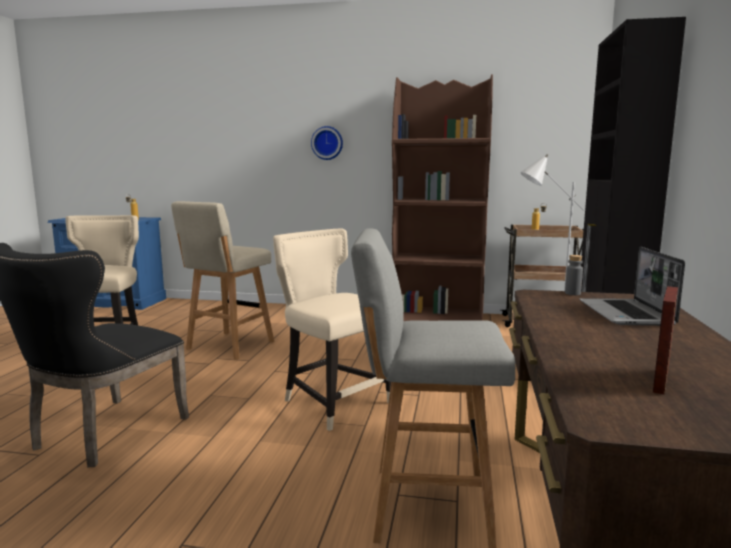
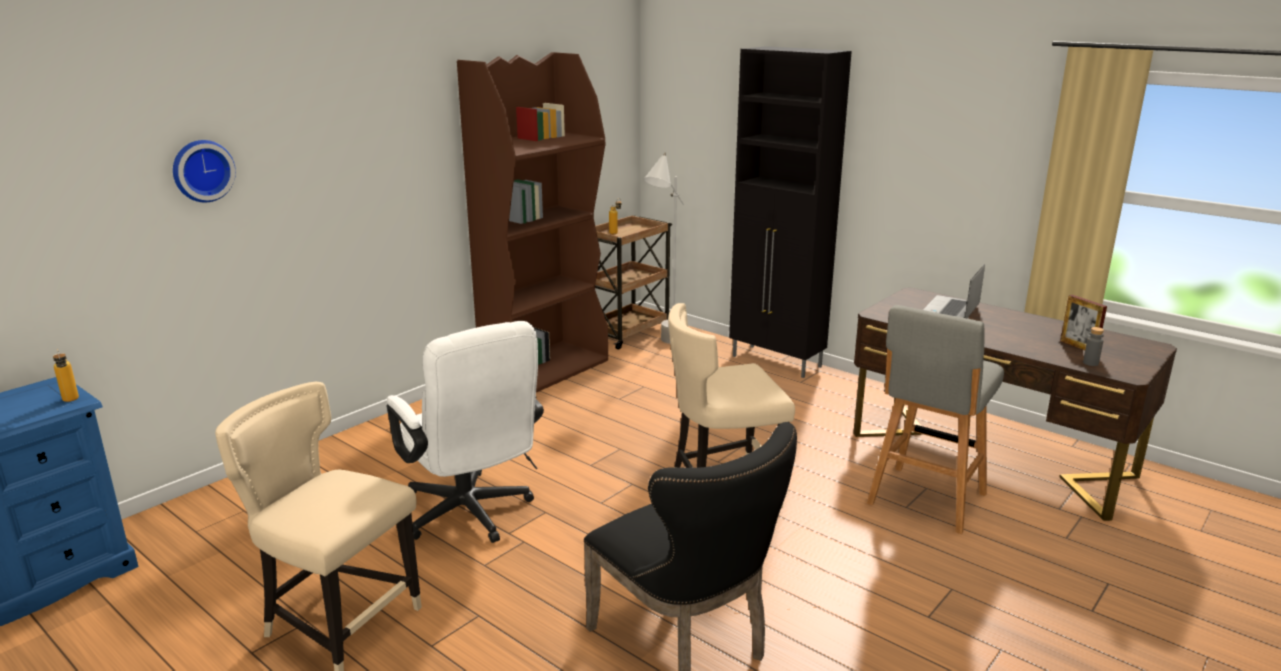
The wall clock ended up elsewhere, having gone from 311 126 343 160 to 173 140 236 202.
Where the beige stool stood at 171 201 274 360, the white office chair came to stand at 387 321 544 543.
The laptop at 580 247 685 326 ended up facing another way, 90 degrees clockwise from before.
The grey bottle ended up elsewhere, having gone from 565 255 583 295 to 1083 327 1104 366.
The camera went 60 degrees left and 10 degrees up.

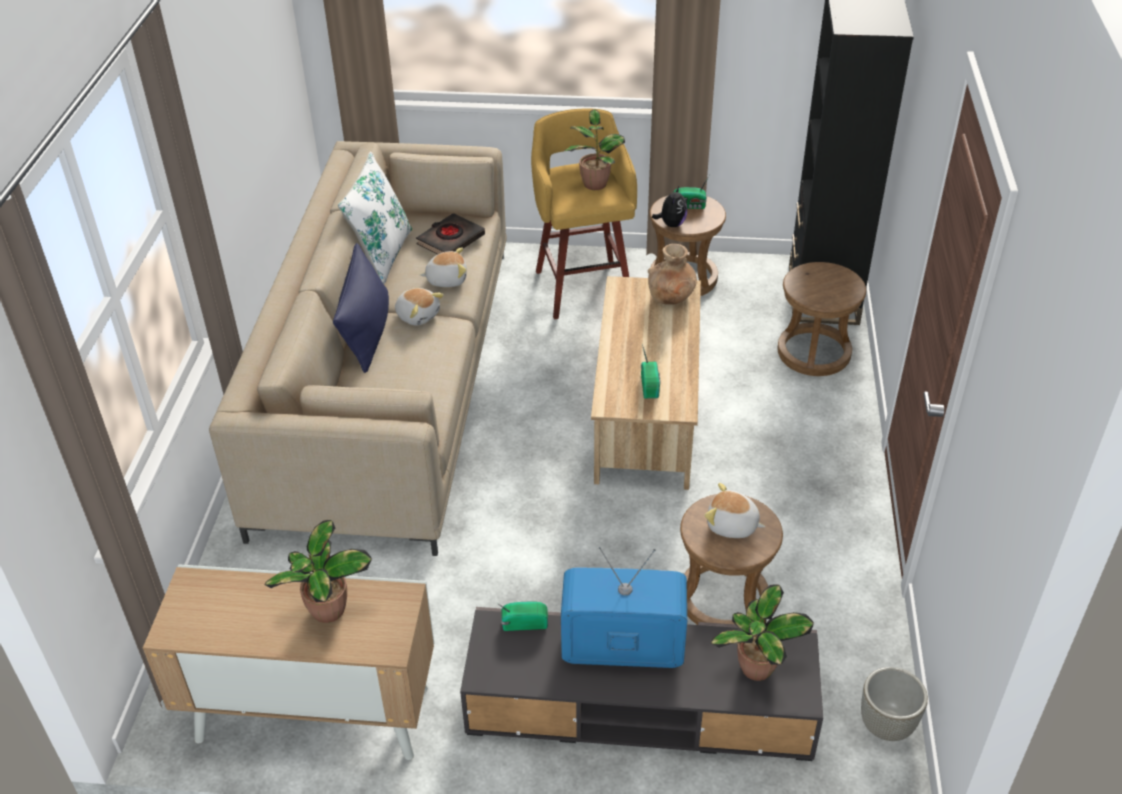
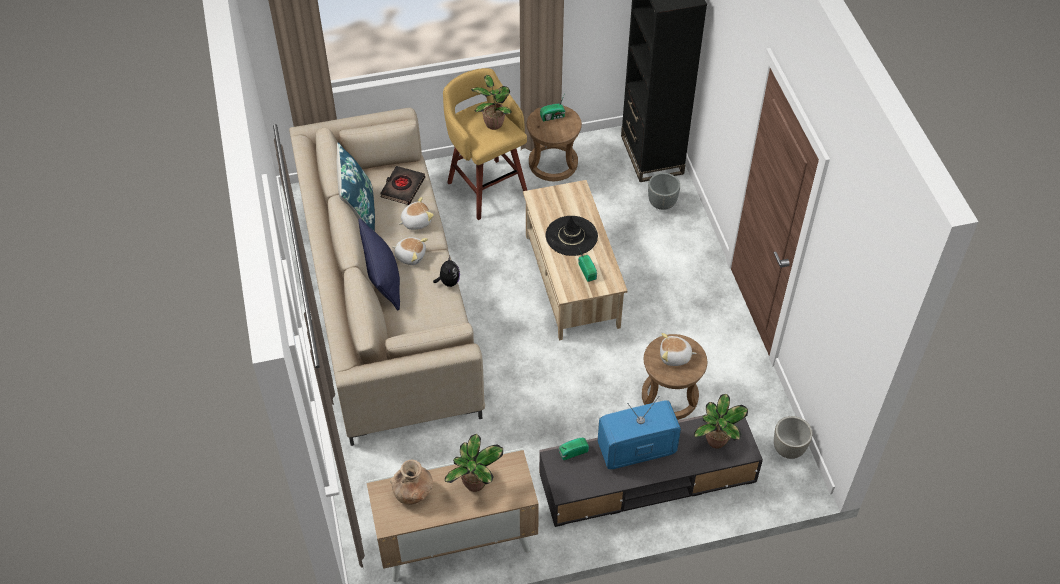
What was the white pillow at 338 151 412 284 turned into the blue pillow at 337 142 375 231.
The brown vase ended up elsewhere, having gone from 648 244 697 305 to 390 460 433 505.
The plush toy ended up elsewhere, having gone from 652 186 688 227 to 433 256 460 287.
The second view gained the black hat at 546 216 598 256.
Where the brown stool stood at 777 262 866 376, the grey planter came to stand at 648 173 680 210.
The camera went 20 degrees left and 10 degrees up.

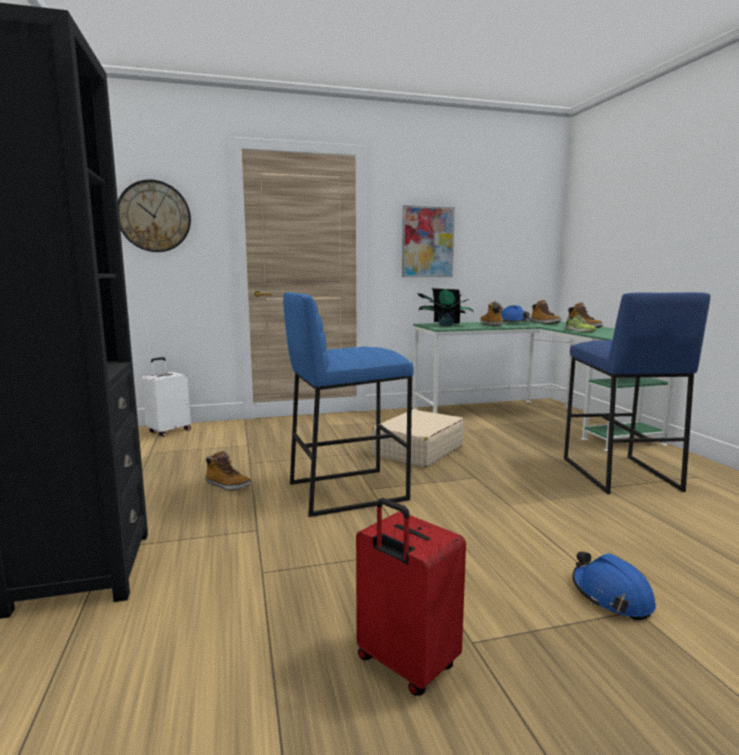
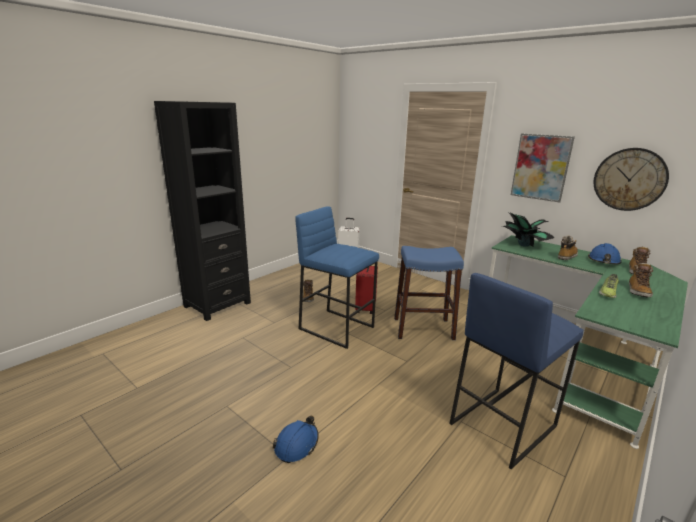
The red suitcase ended up elsewhere, having gone from 356 498 466 696 to 355 266 378 314.
Where the beige suitcase stood at 371 409 464 468, the blue stool came to stand at 394 246 464 340.
The wall clock ended up elsewhere, having gone from 118 180 191 252 to 594 148 669 211.
The camera went 55 degrees right and 10 degrees up.

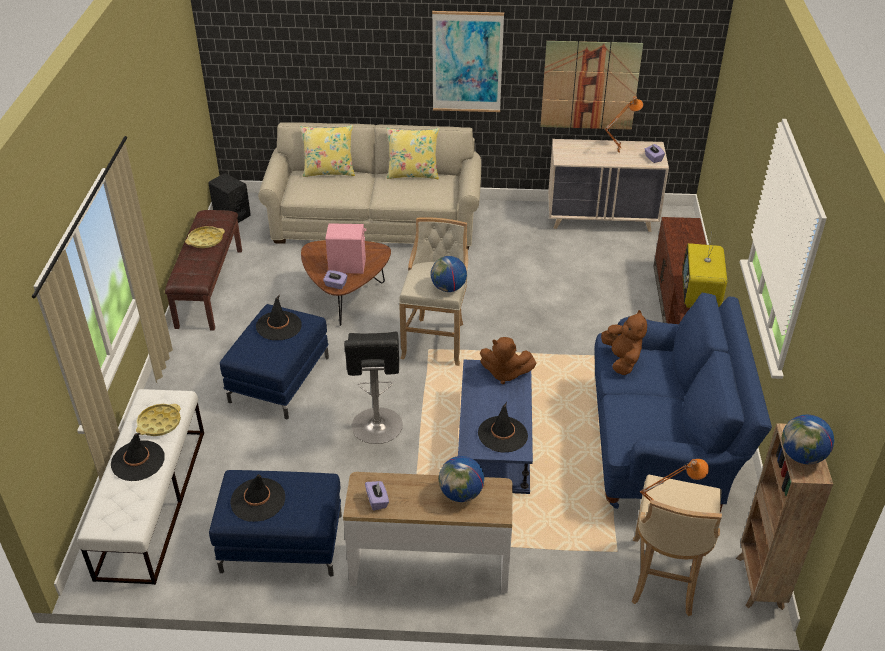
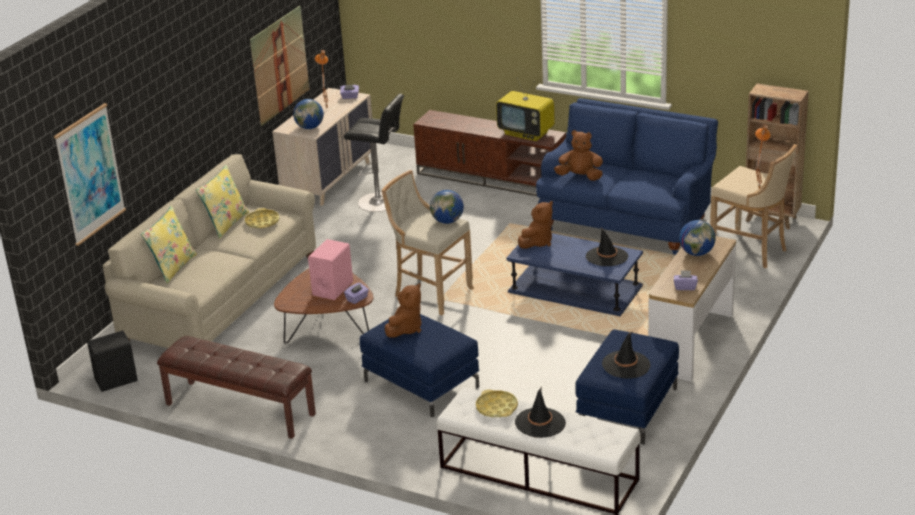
The picture ended up elsewhere, having gone from 432 11 504 112 to 54 103 126 246.
The yellow tray ended up elsewhere, having gone from 185 226 225 248 to 245 208 279 228.
The globe ended up elsewhere, having gone from 782 414 834 464 to 293 99 324 129.
The black stool ended up elsewhere, having gone from 344 331 403 444 to 344 94 404 212.
Where the black hat stood at 256 295 302 340, the brown plush toy came to stand at 385 283 421 338.
The camera went 65 degrees left and 10 degrees down.

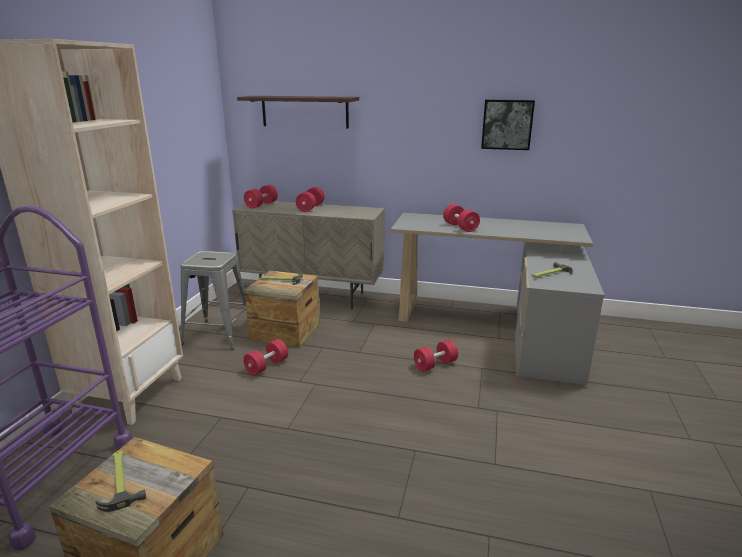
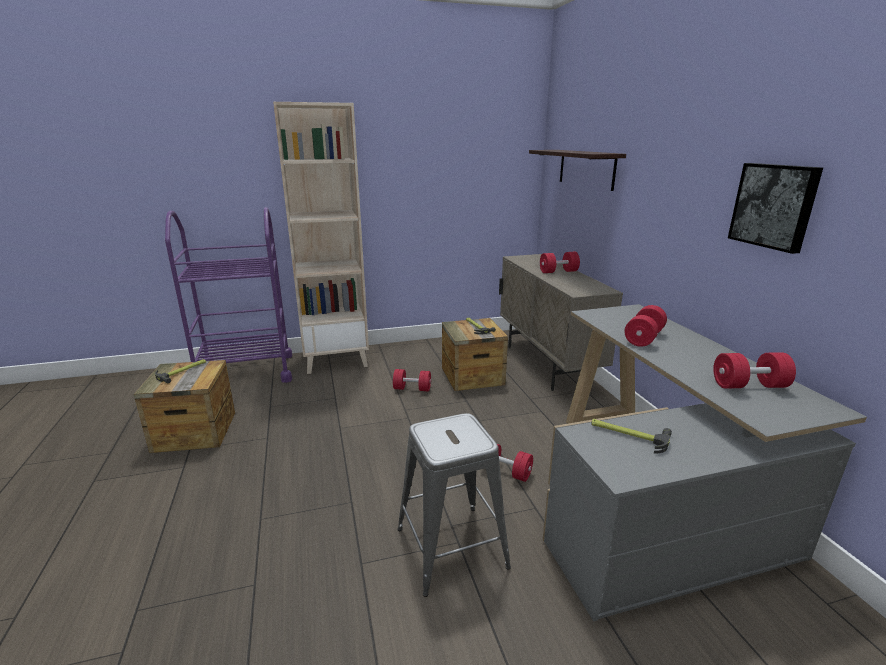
The grey stool ended up elsewhere, having gone from 180 251 246 350 to 398 413 511 597.
The red dumbbell ended up elsewhere, having gone from 244 185 278 208 to 713 352 796 388.
The camera went 60 degrees right and 0 degrees up.

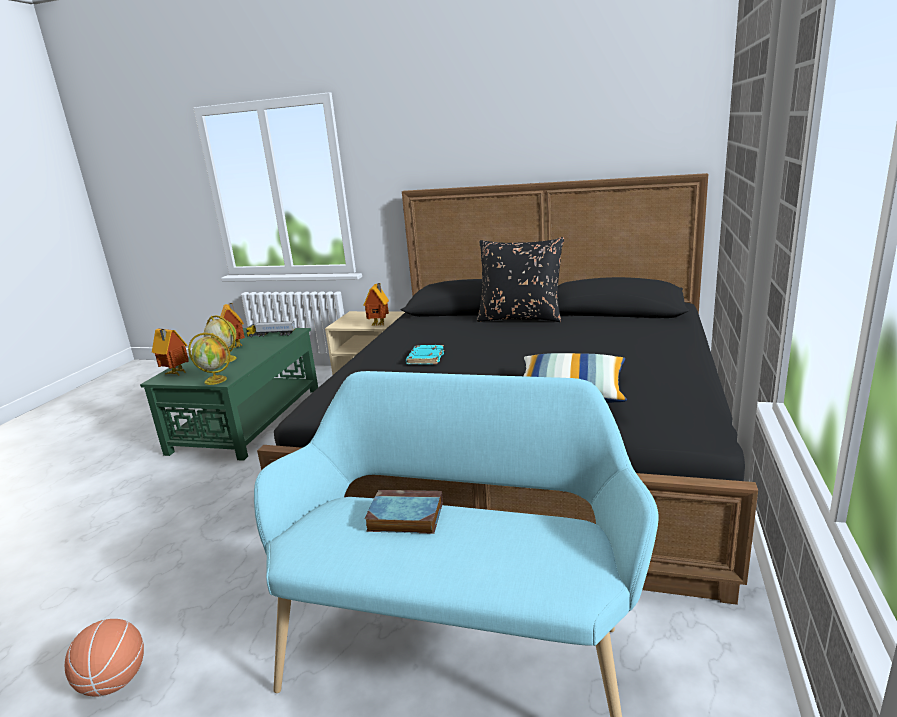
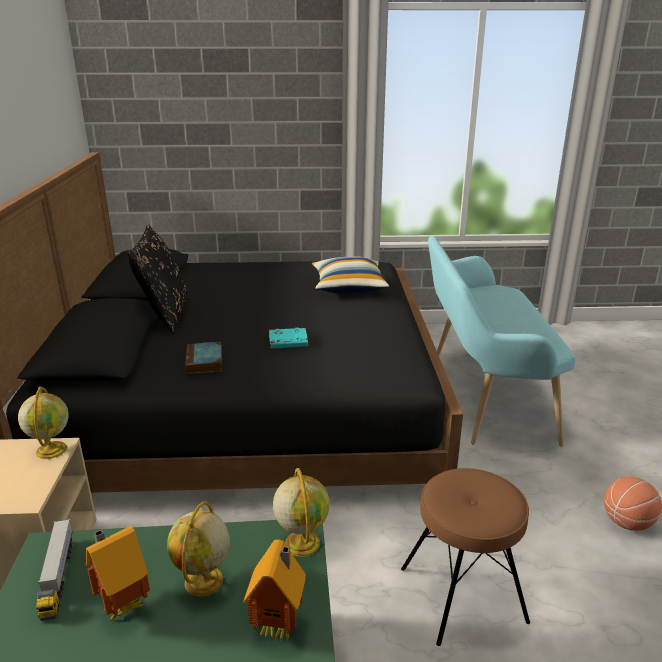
Where the toy house stood at 363 283 389 326, the globe came to stand at 18 387 69 459.
The book ended up elsewhere, having gone from 365 490 443 534 to 185 342 222 374.
The second view gained the brown stool at 401 468 530 646.
The camera went 110 degrees left and 5 degrees up.

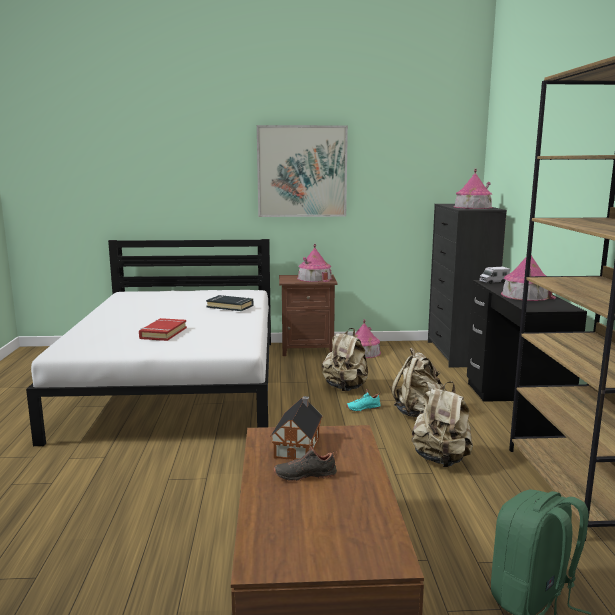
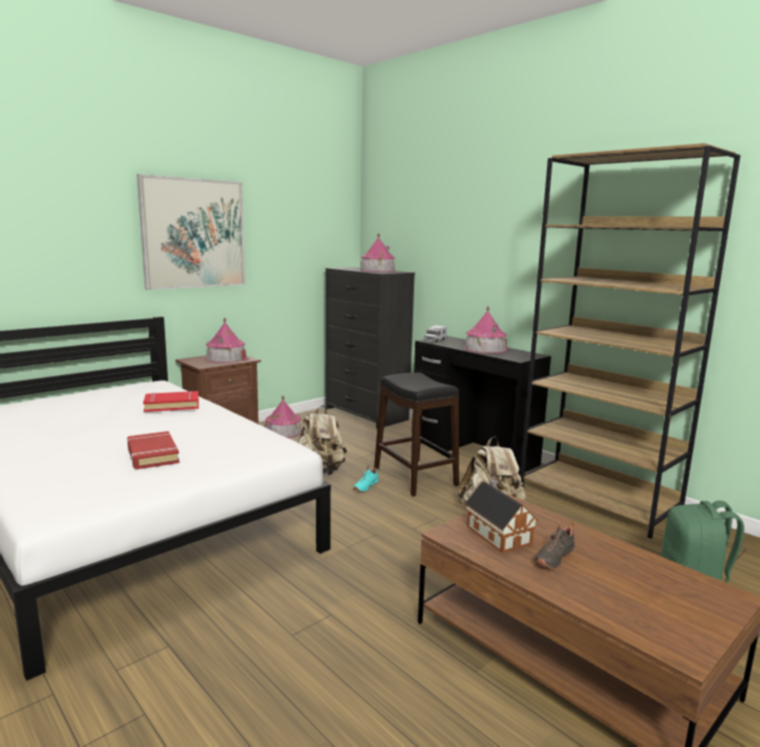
What was the black book at 206 295 253 311 turned into the red book at 143 391 199 412.
Where the beige backpack stood at 391 348 443 417, the black stool came to stand at 374 372 459 496.
The camera went 40 degrees left and 0 degrees up.

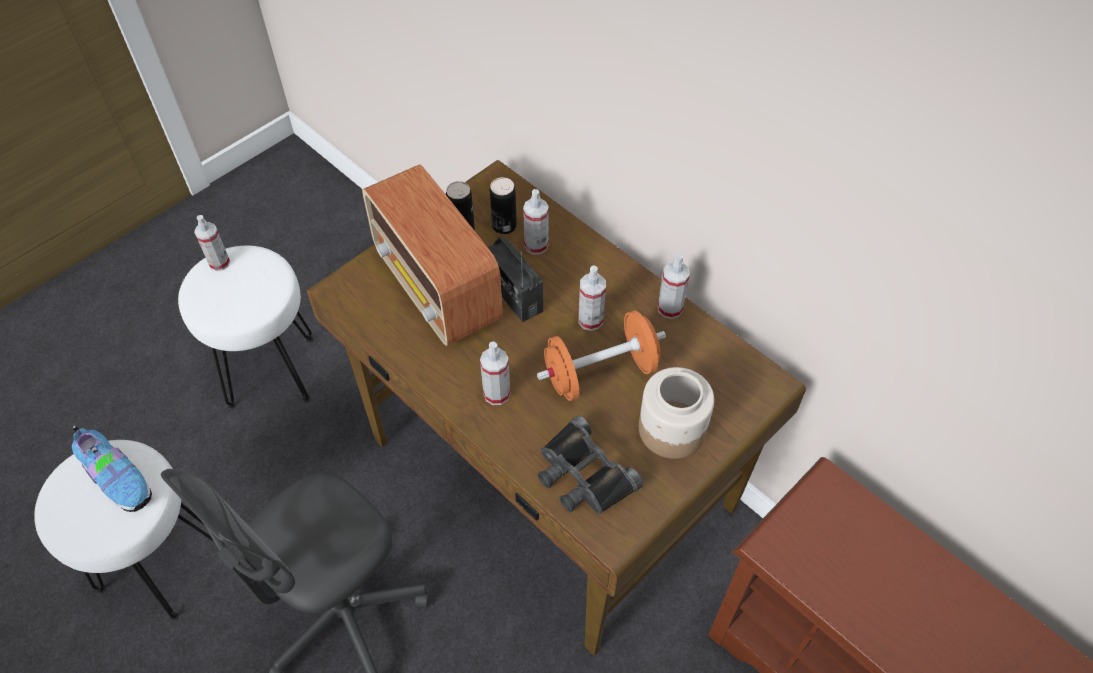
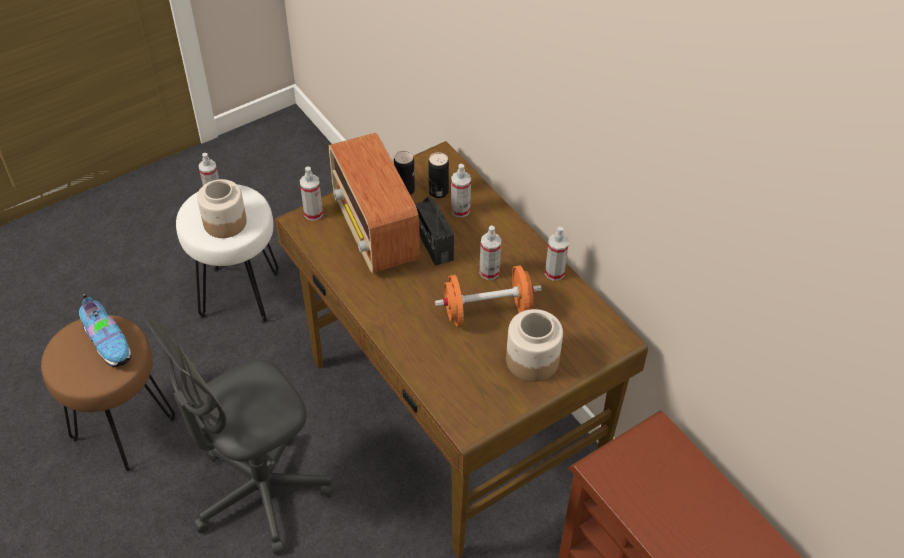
What was the white stool at 34 440 216 621 turned into the brown stool at 41 315 176 473.
The second view gained the jar at 197 179 247 238.
The spray bottle ended up elsewhere, having gone from 480 342 510 405 to 300 167 323 221.
The second view lost the black binoculars at 538 415 643 514.
The camera went 10 degrees right and 5 degrees down.

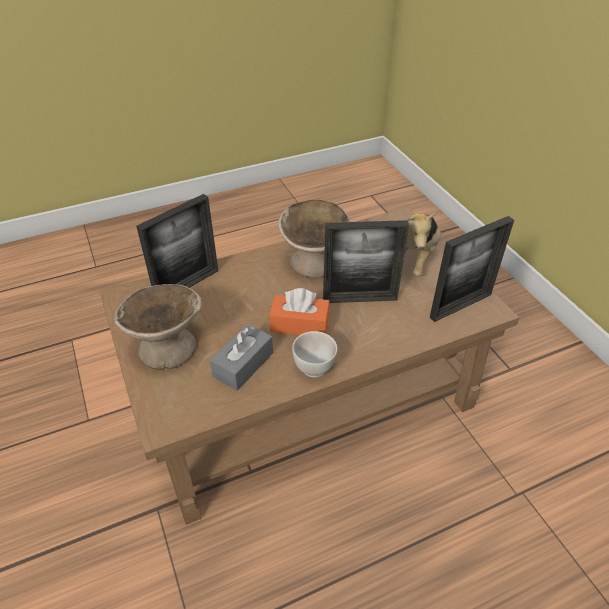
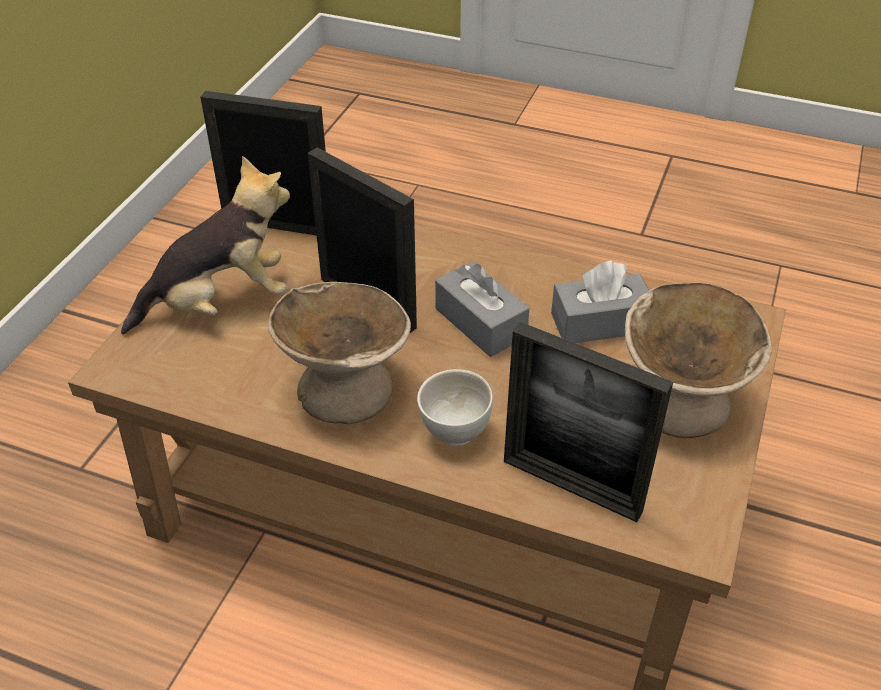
The white bowl ended up elsewhere, having gone from 292 331 337 377 to 417 369 493 446.
What was the orange tissue box at 269 288 330 335 turned into the grey tissue box at 435 262 530 357.
The picture frame at 136 194 218 288 ended up facing another way, 150 degrees counterclockwise from before.
The camera went 135 degrees left and 0 degrees up.

